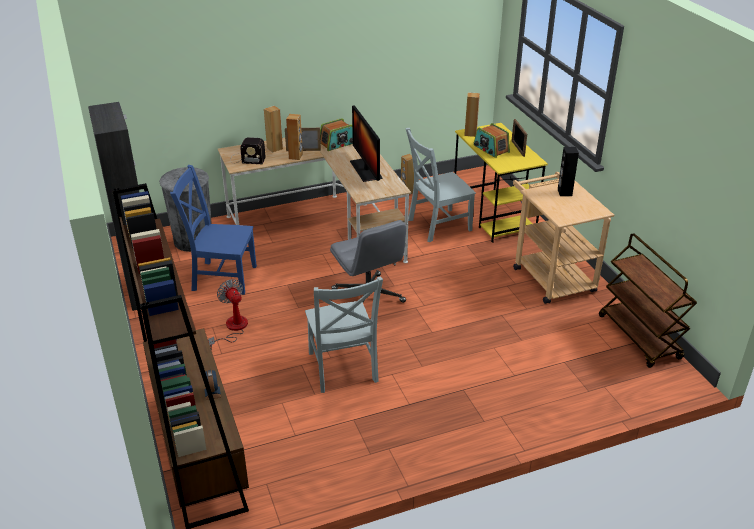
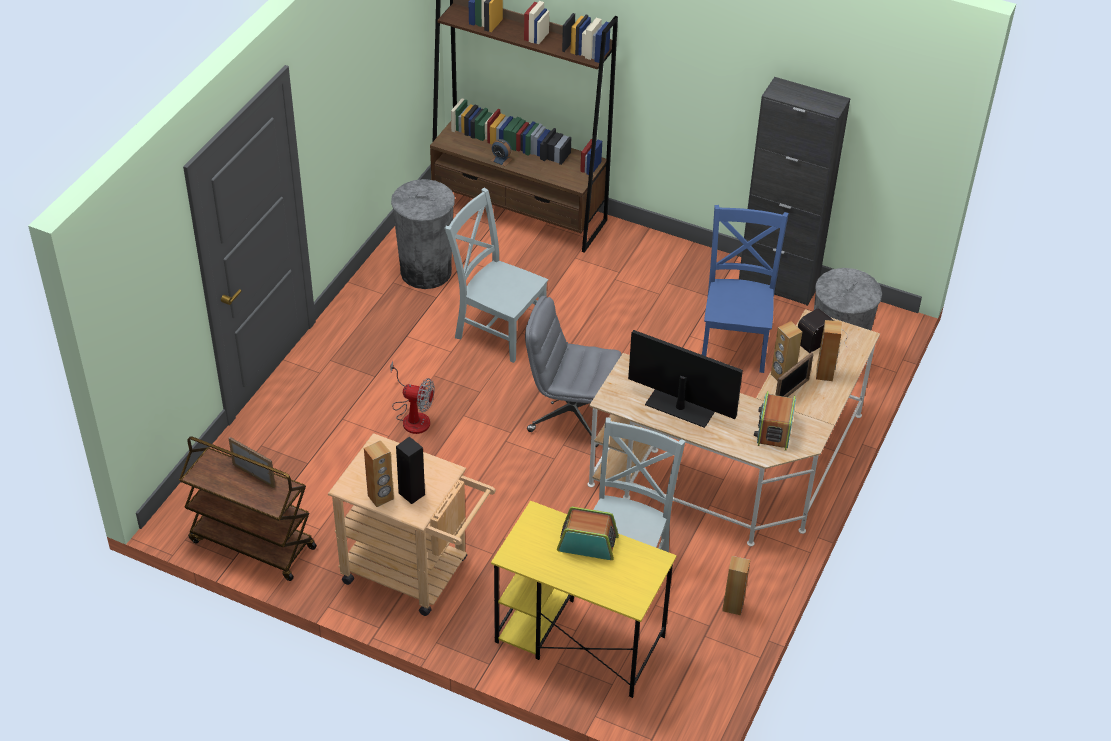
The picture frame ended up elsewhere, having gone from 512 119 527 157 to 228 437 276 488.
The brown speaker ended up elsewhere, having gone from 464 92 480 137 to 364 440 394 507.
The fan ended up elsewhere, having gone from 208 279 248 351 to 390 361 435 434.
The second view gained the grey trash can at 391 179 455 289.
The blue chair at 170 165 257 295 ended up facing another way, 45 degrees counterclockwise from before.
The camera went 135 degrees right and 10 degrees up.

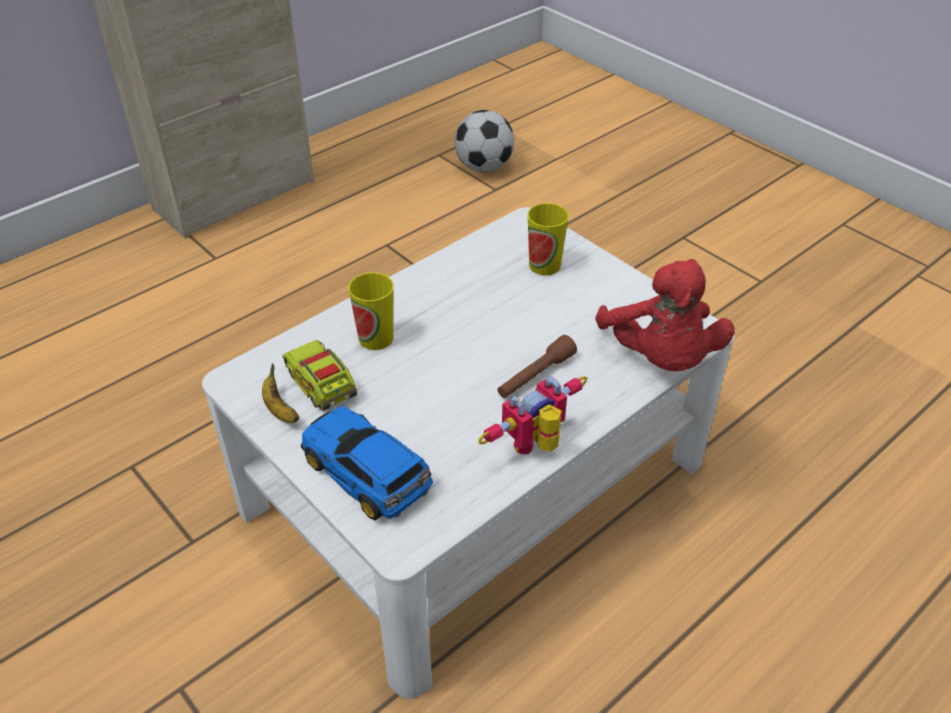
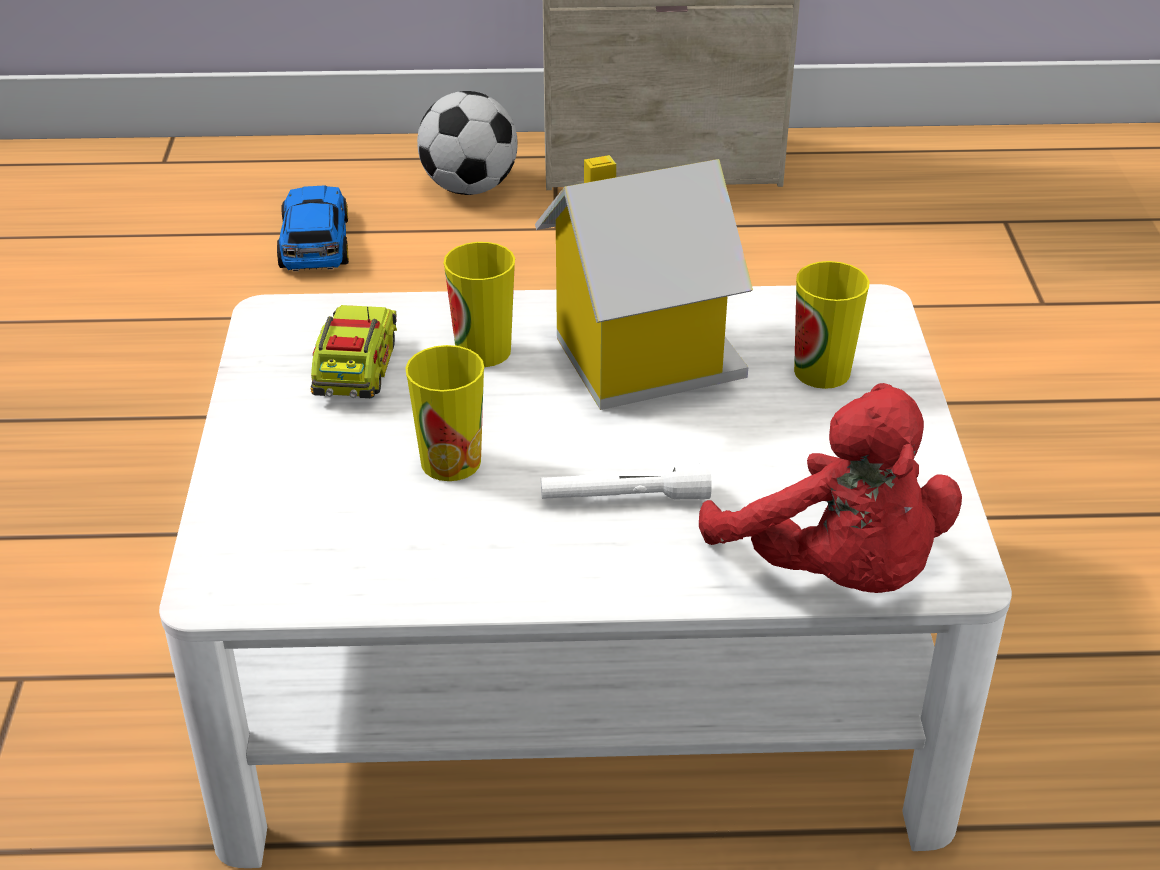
The toy car ended up elsewhere, having gone from 301 406 433 521 to 277 185 349 271.
The second view gained the cup at 405 345 484 481.
The football ended up elsewhere, having gone from 455 110 514 173 to 417 91 518 195.
The second view gained the toy house at 535 155 753 410.
What was the brown flashlight at 497 335 577 398 turned into the white flashlight at 541 459 712 500.
The red plush toy at 595 259 734 371 ended up facing another way, 60 degrees counterclockwise from before.
The second view lost the banana at 262 363 299 423.
The second view lost the toy robot at 478 376 587 454.
The camera went 40 degrees right and 5 degrees down.

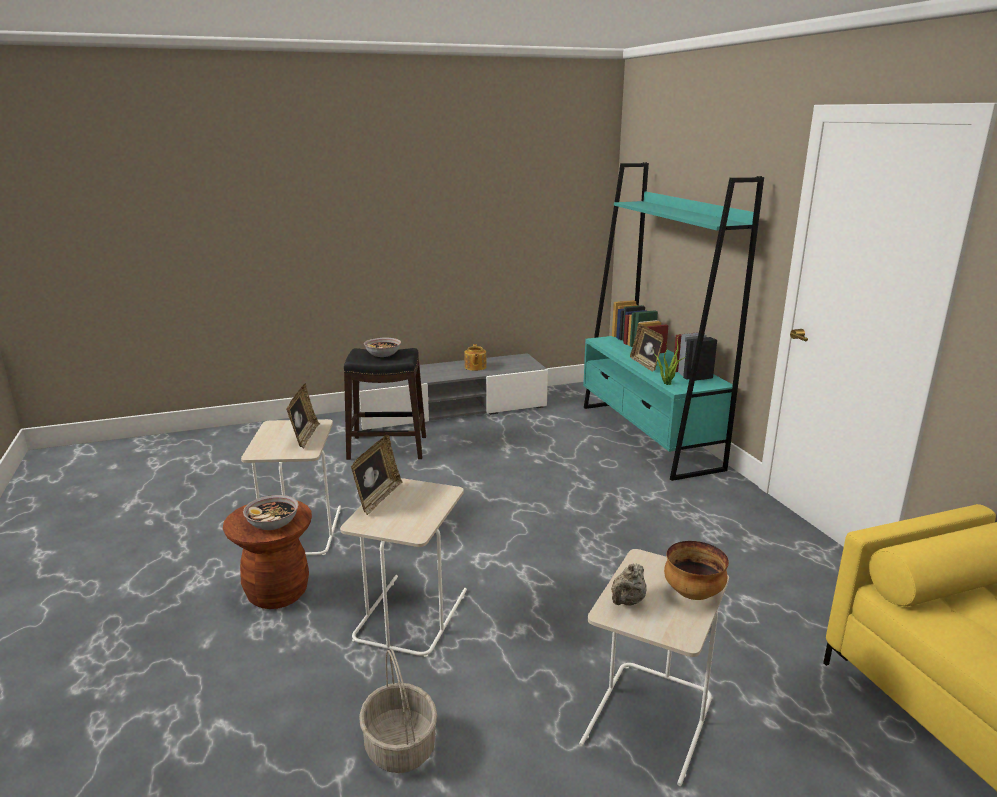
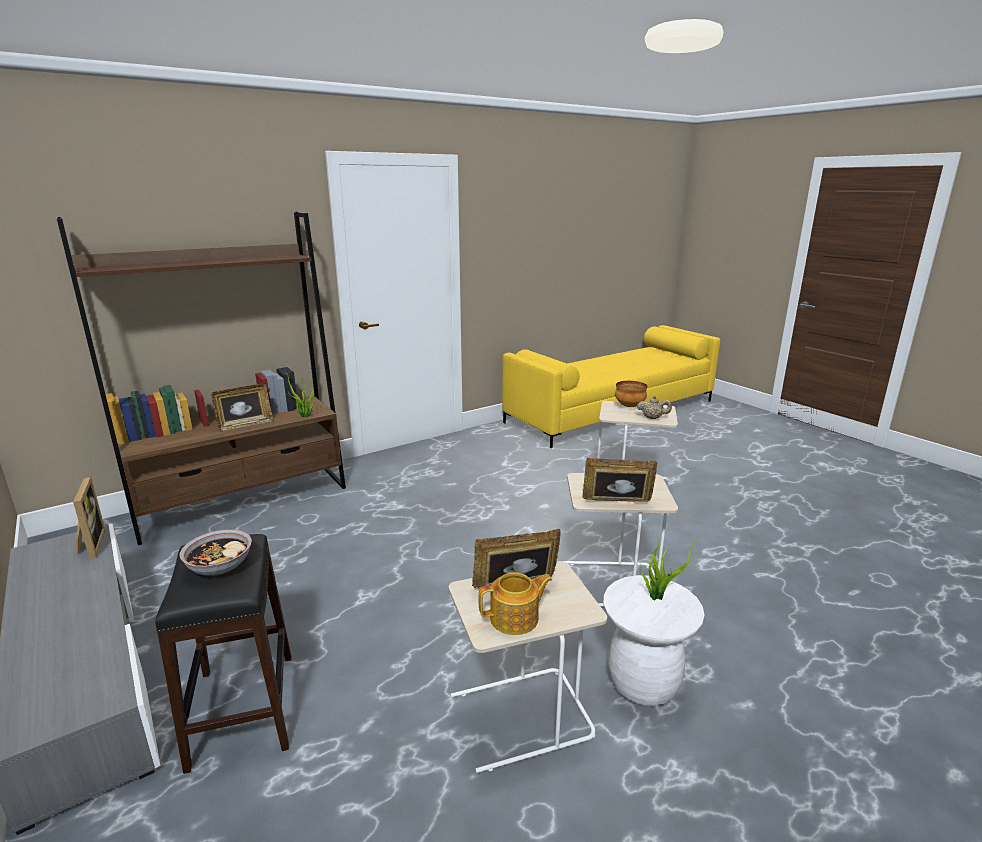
What was the turquoise bookcase at 583 162 764 481 turned into the brown bookcase at 57 212 346 545.
The second view gained the picture frame at 73 476 105 559.
The teapot ended up elsewhere, having gone from 465 344 487 371 to 478 572 552 635.
What was the brown stool at 223 501 312 609 turned into the white stool at 603 575 705 706.
Where the bowl stood at 243 495 299 530, the potted plant came to stand at 640 537 699 600.
The second view lost the basket at 359 648 437 773.
The camera went 105 degrees left and 0 degrees up.

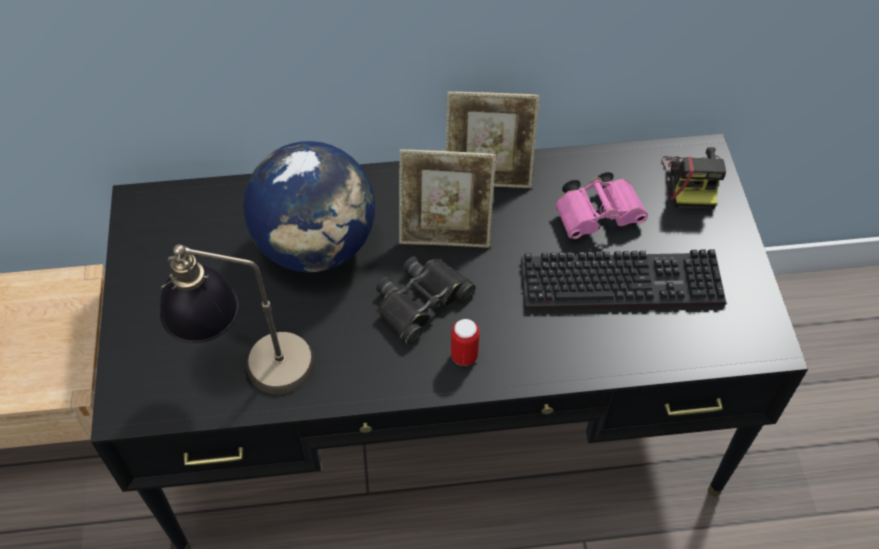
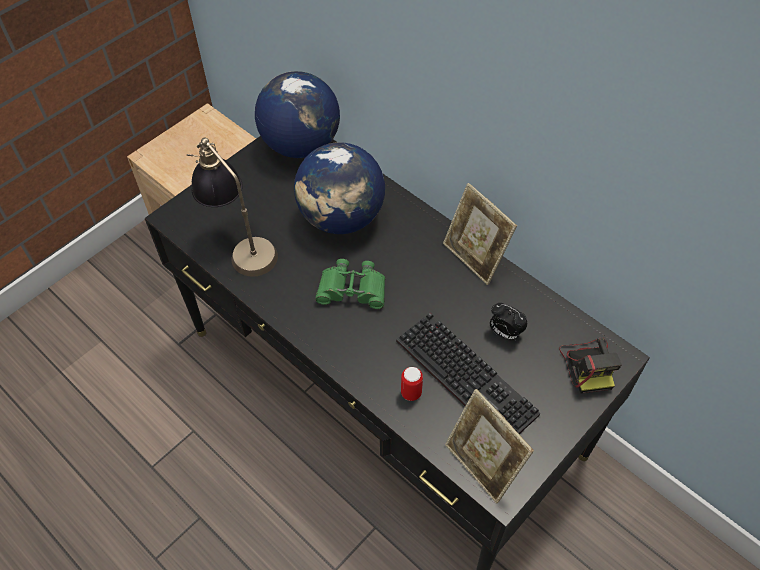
The second view gained the globe at 255 71 340 158.
What was the black binoculars at 376 257 476 345 turned into the green binoculars at 315 259 385 309.
The can ended up elsewhere, having gone from 451 319 480 366 to 401 367 423 401.
The picture frame ended up elsewhere, having gone from 399 149 496 248 to 445 389 534 504.
Where the pink binoculars stood at 555 172 648 239, the alarm clock came to stand at 490 303 528 341.
The photo camera at 661 147 726 209 ended up facing another way, 60 degrees counterclockwise from before.
The camera went 50 degrees right and 0 degrees up.

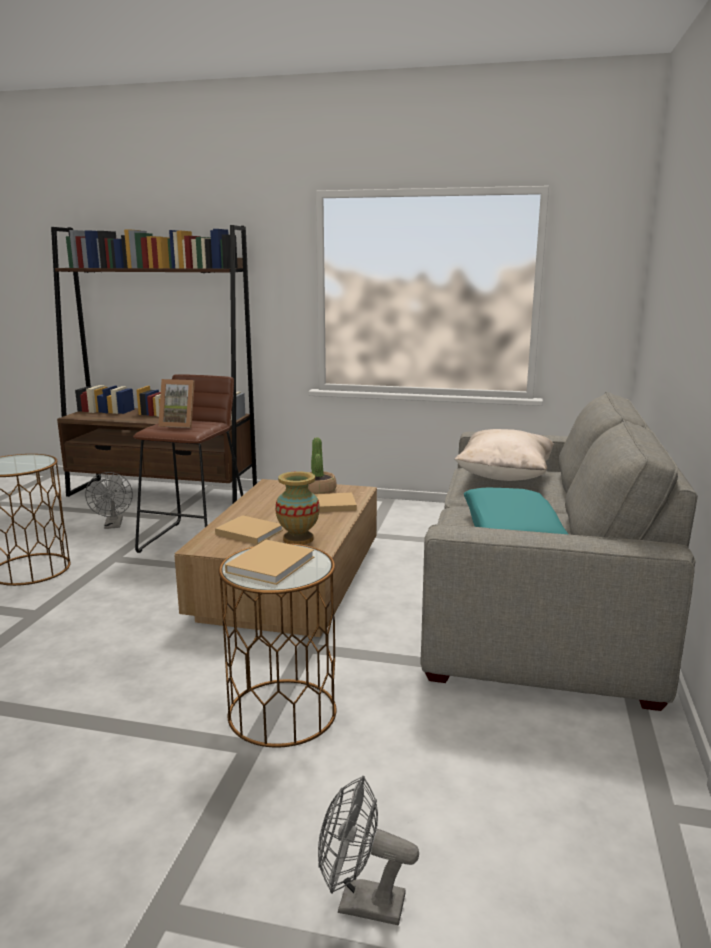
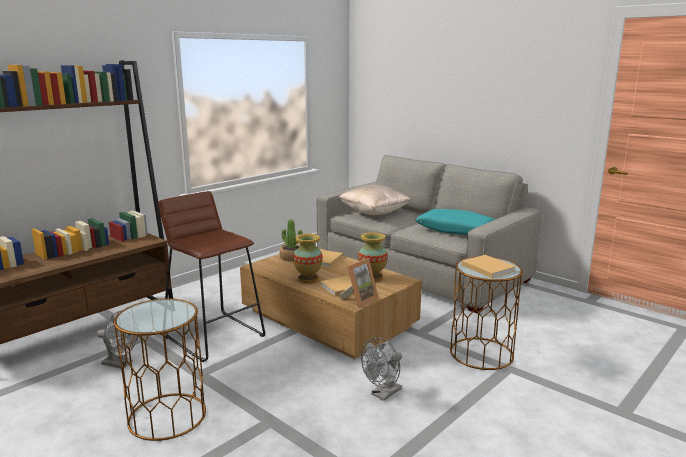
The second view gained the vase at 293 234 323 283.
The picture frame ended up elsewhere, having gone from 158 379 195 428 to 340 258 379 307.
The grey fan ended up elsewhere, having gone from 318 776 419 926 to 361 337 402 401.
The camera went 60 degrees left and 0 degrees up.

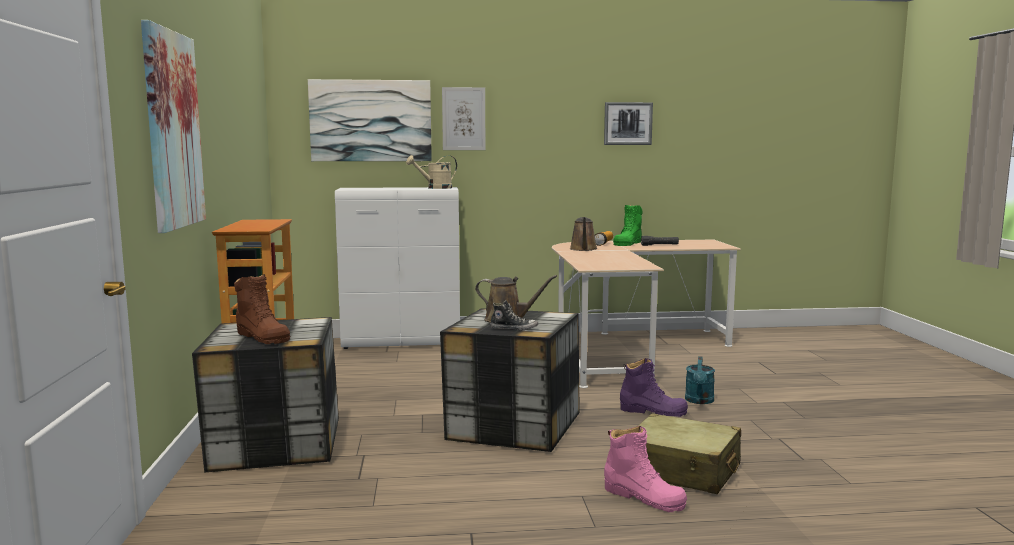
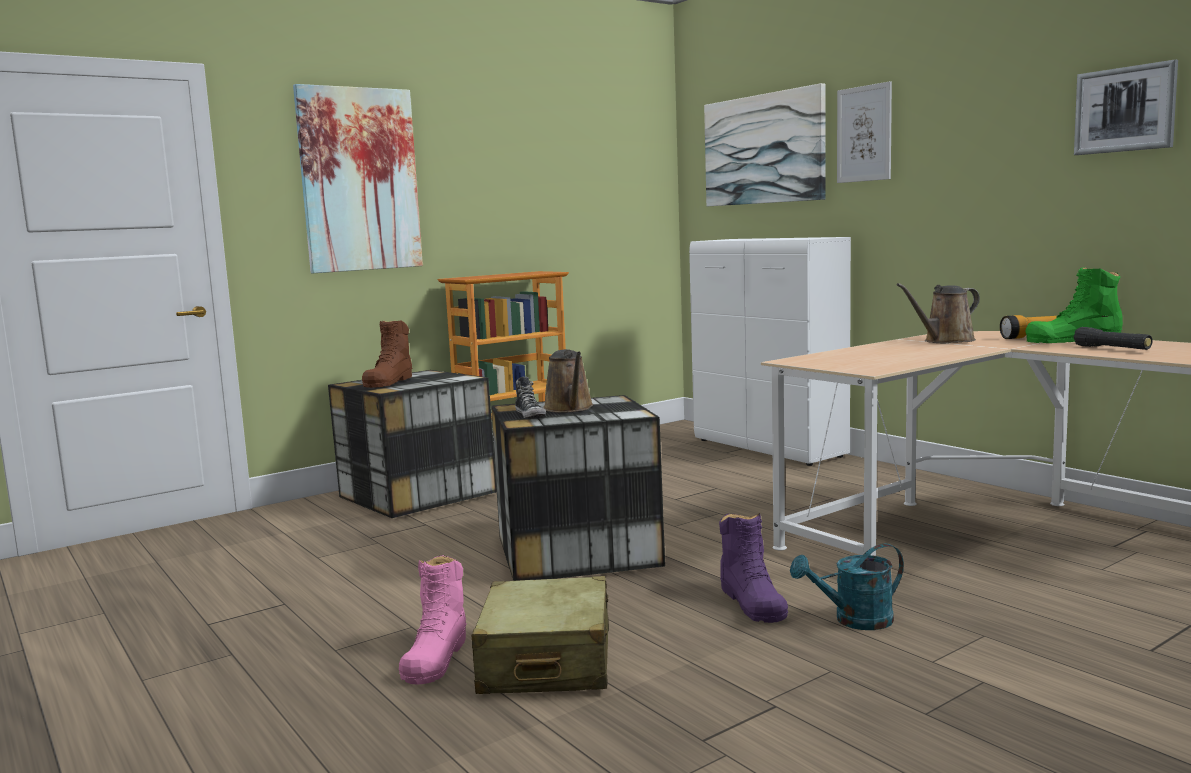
The second view lost the beige watering can at 406 155 457 189.
The camera went 60 degrees right and 0 degrees up.

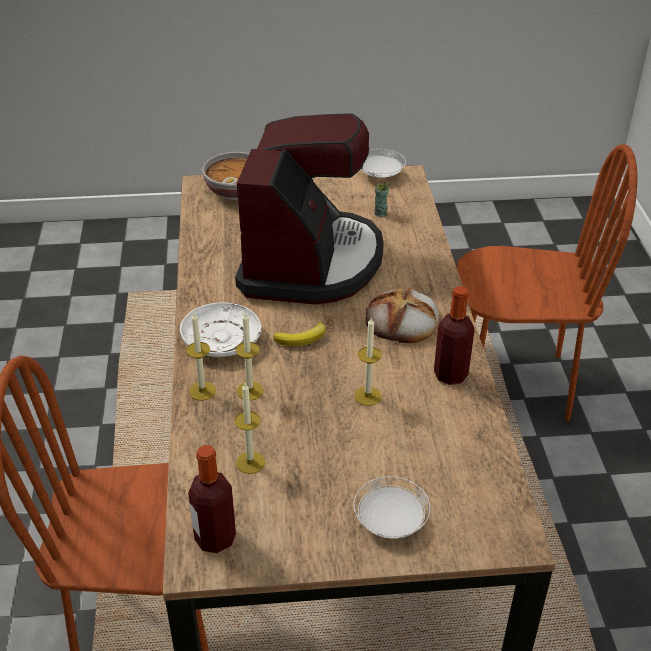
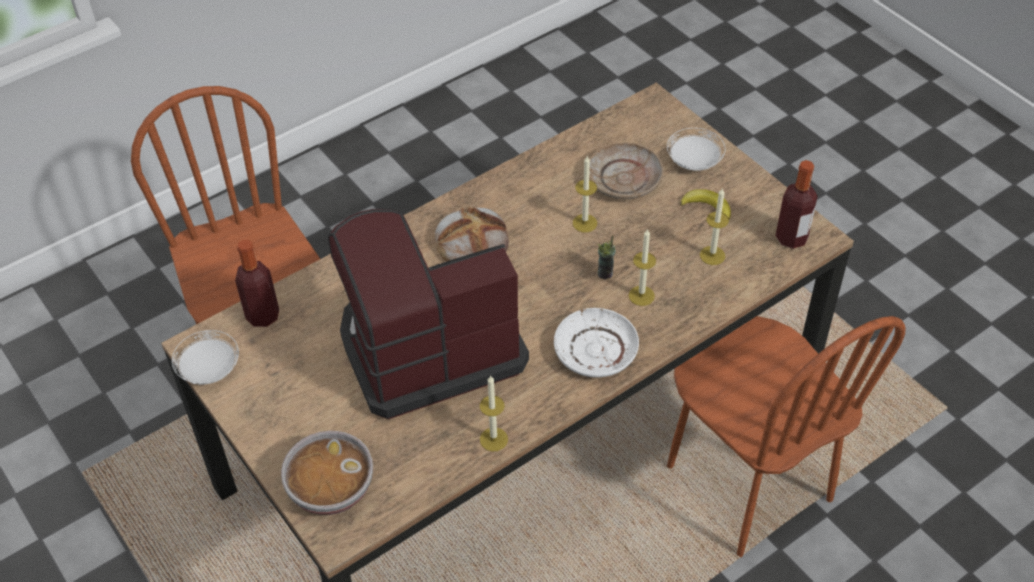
The bottle ended up elsewhere, having gone from 434 286 475 385 to 235 240 279 327.
The candle ended up elsewhere, having gone from 186 313 216 401 to 480 375 508 451.
The second view gained the beige plate at 589 143 663 199.
The cup ended up elsewhere, having gone from 375 182 389 217 to 598 236 616 279.
The banana ended up elsewhere, having gone from 273 322 326 346 to 680 189 731 220.
The camera went 120 degrees left and 10 degrees up.

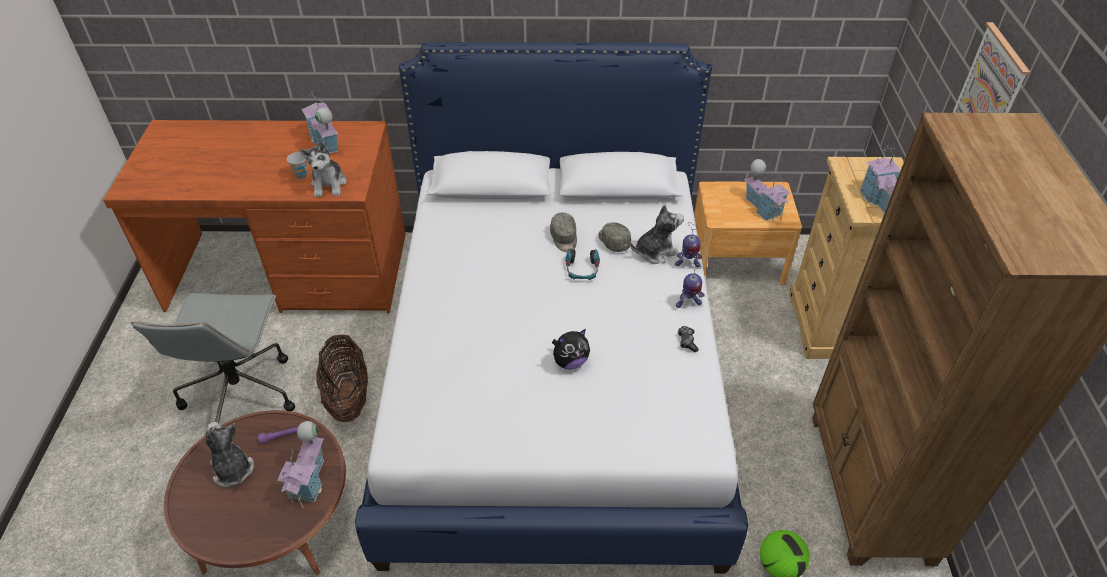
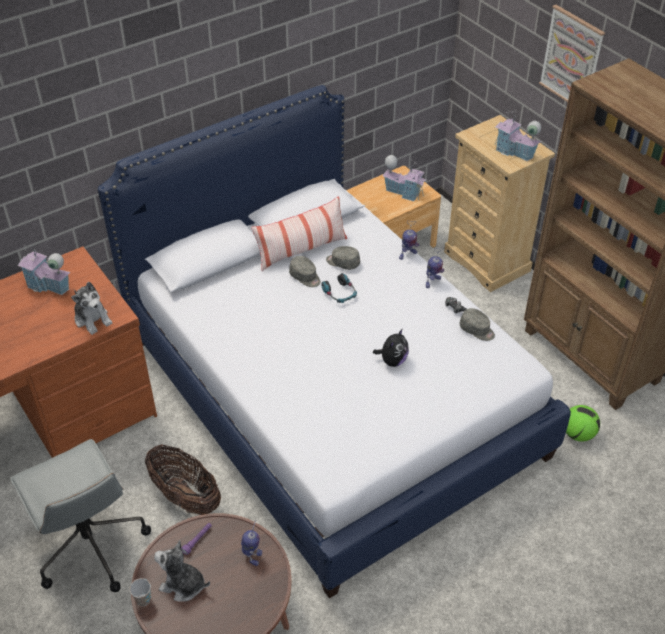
The cup ended up elsewhere, having gone from 287 152 308 179 to 129 578 151 606.
Where the toy house stood at 278 421 324 508, the toy robot came to stand at 241 520 262 566.
The second view gained the pillow at 251 196 347 271.
The second view gained the grey cap at 460 308 495 341.
The second view lost the plush toy at 631 205 684 264.
The camera went 35 degrees left and 0 degrees up.

